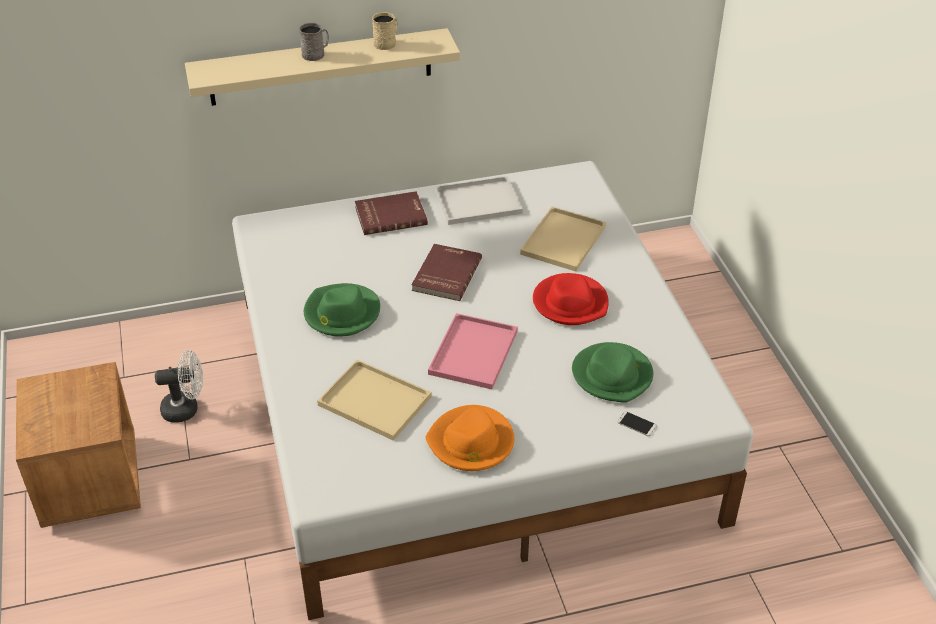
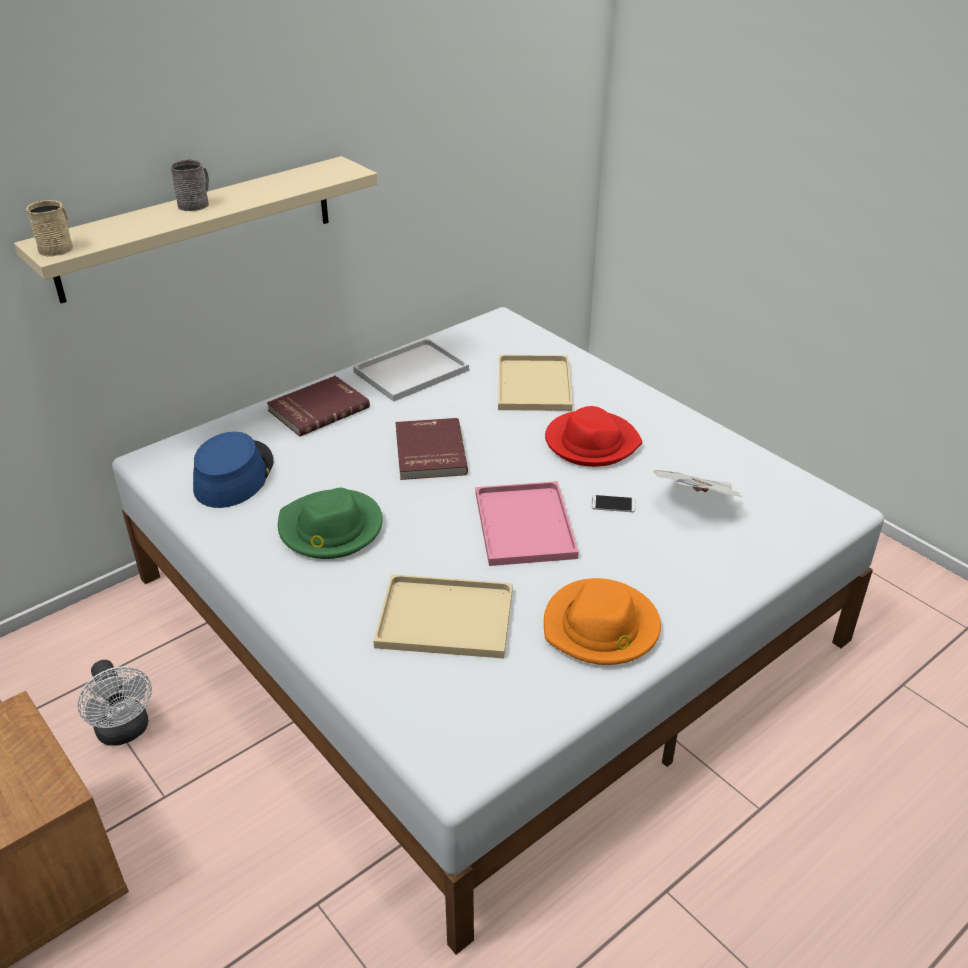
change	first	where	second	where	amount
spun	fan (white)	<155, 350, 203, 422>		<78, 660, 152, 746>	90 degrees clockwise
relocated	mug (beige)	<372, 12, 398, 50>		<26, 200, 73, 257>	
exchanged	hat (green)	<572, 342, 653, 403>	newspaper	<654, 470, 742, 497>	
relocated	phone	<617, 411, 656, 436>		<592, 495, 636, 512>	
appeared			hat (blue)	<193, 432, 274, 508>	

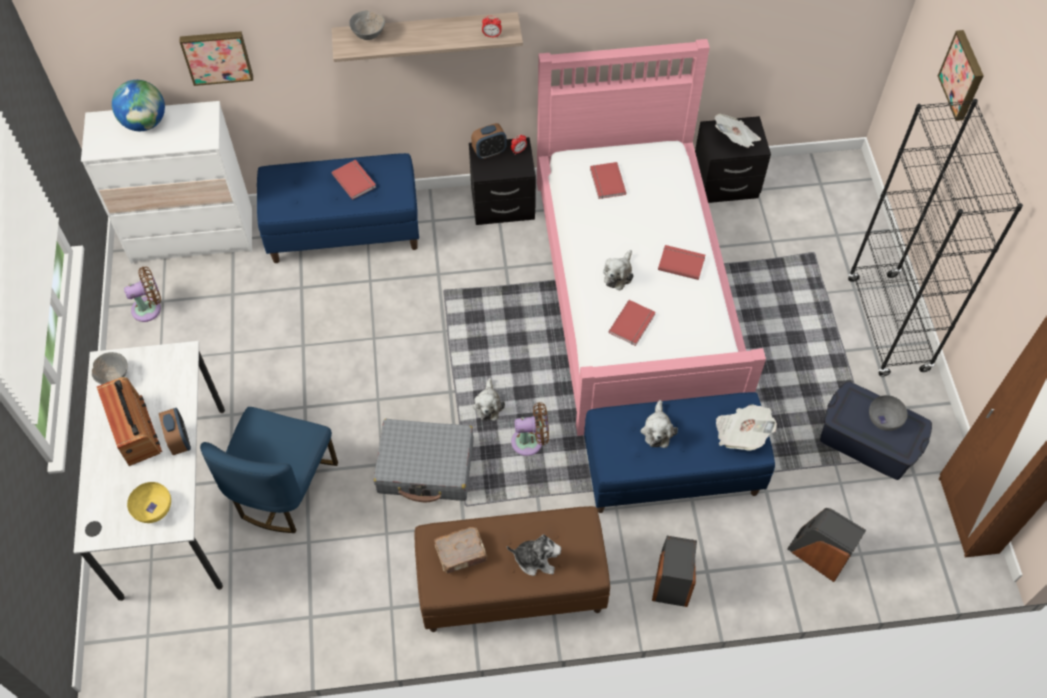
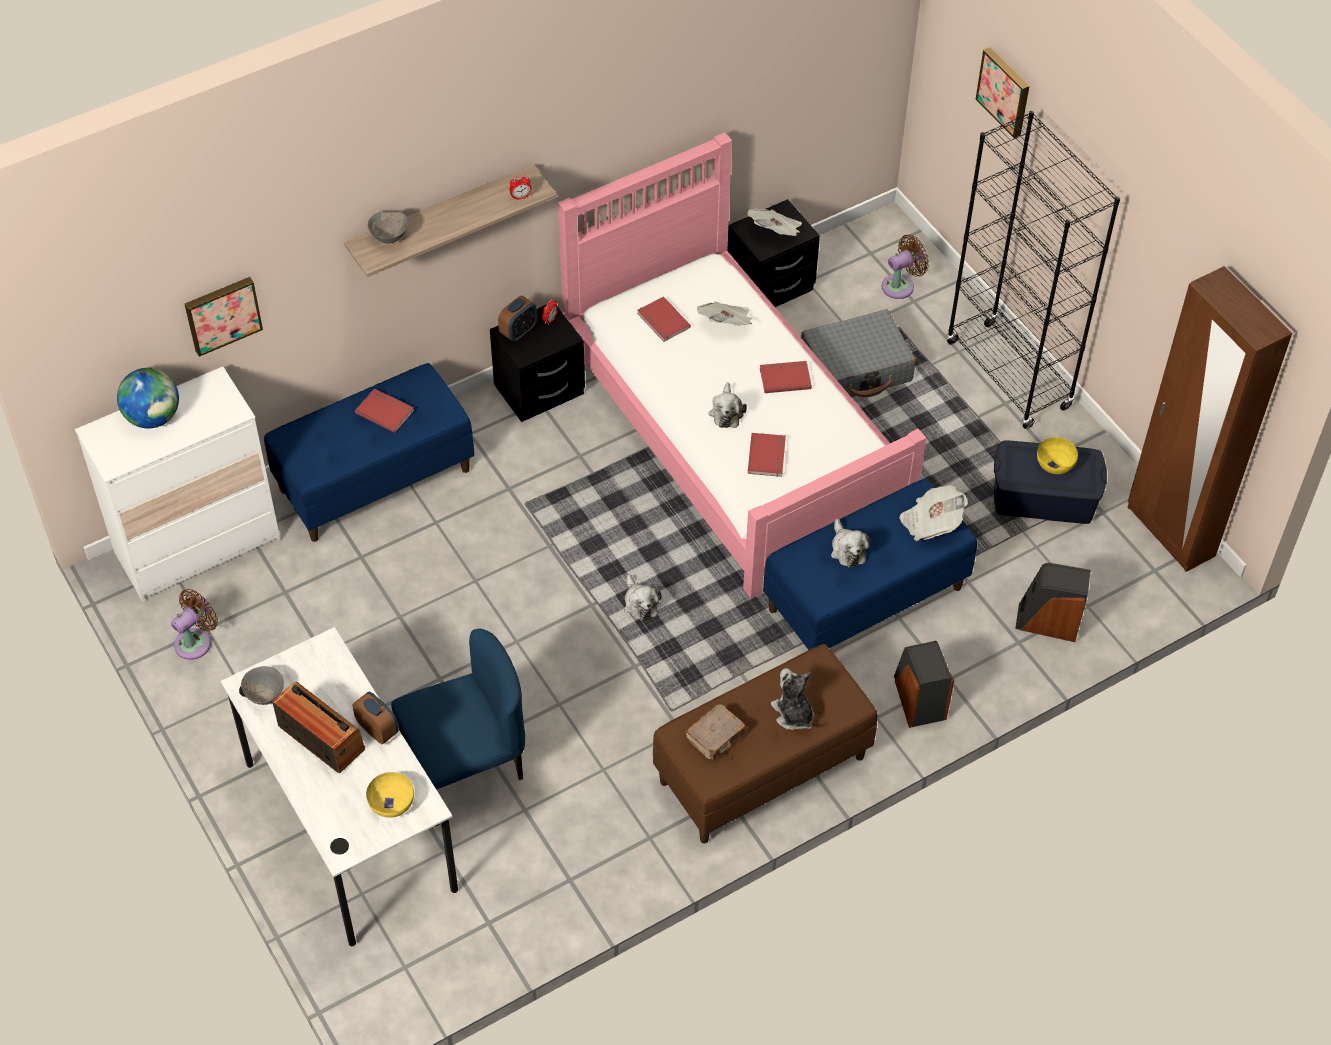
change	first	where	second	where	amount
spun	chair (blue)	<200, 407, 338, 533>		<391, 629, 525, 826>	105 degrees counterclockwise
relocated	suitcase (grey)	<374, 419, 474, 502>		<801, 309, 915, 397>	
spun	plush toy	<507, 534, 561, 576>		<771, 668, 814, 730>	105 degrees counterclockwise
relocated	fan (brown)	<511, 402, 549, 456>		<882, 235, 929, 299>	
colour	bowl (grey)	<869, 395, 908, 431>	bowl (yellow)	<1037, 437, 1078, 474>	
appeared			newspaper	<697, 301, 752, 326>	

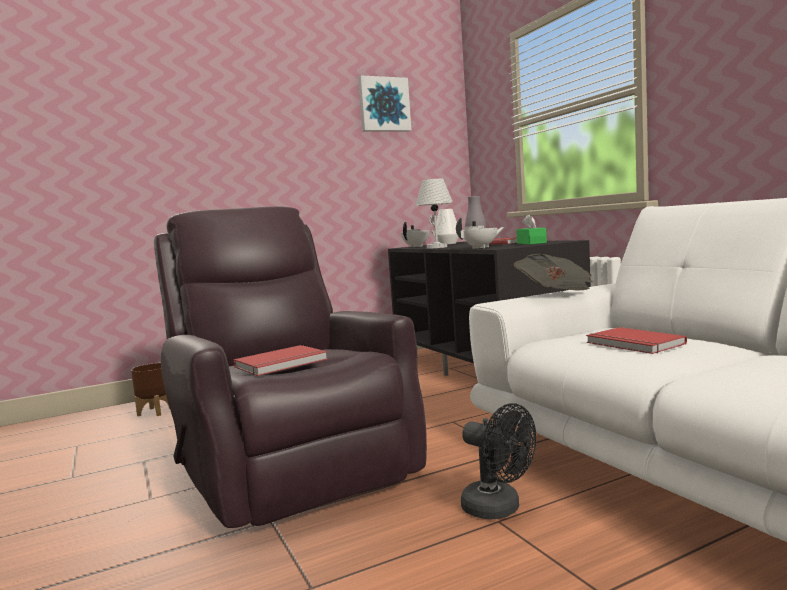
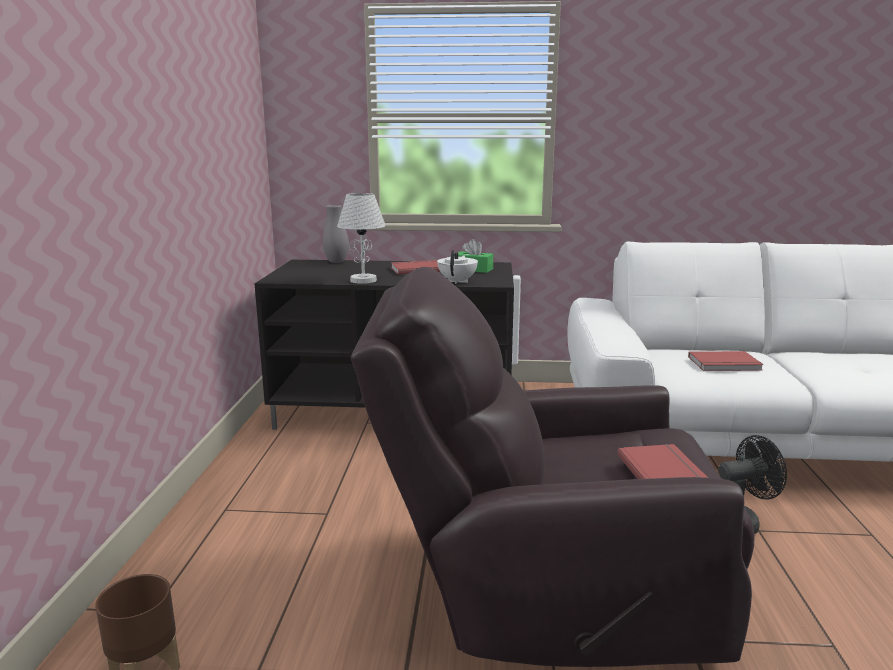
change	first	where	second	where	amount
missing	picture	<358, 76, 411, 132>			
missing	teapot (white)	<401, 222, 429, 247>			
missing	vase (white)	<434, 209, 459, 244>			
missing	newspaper	<514, 254, 593, 290>			

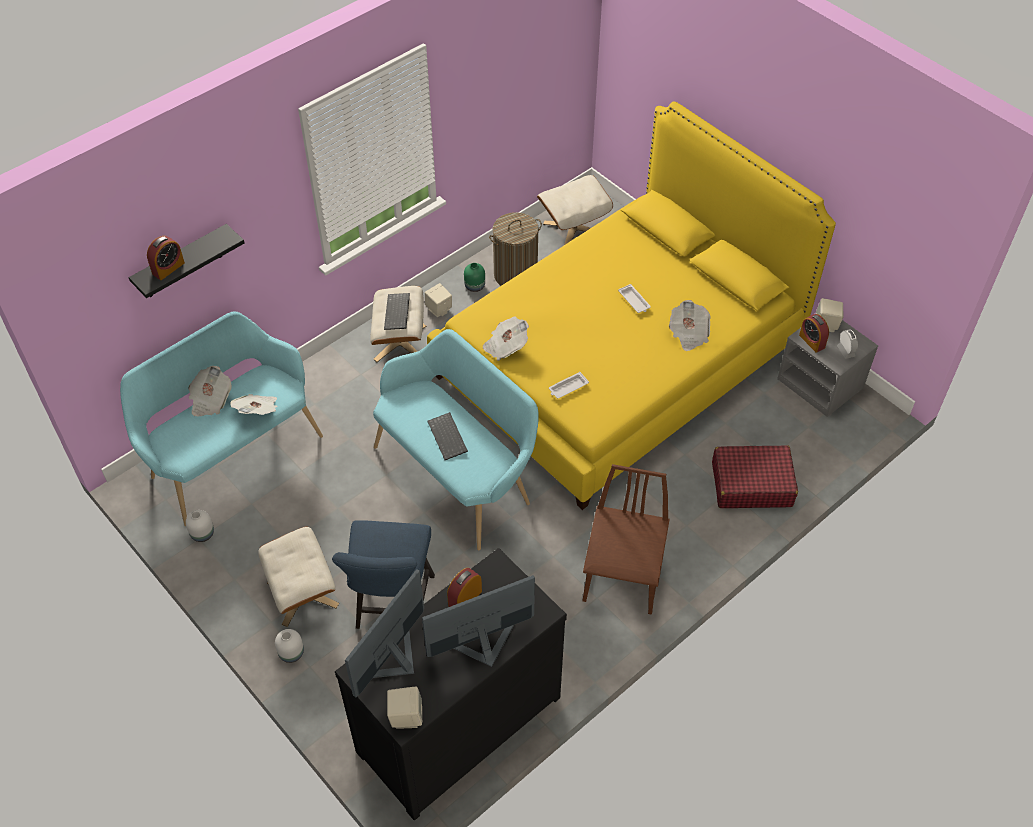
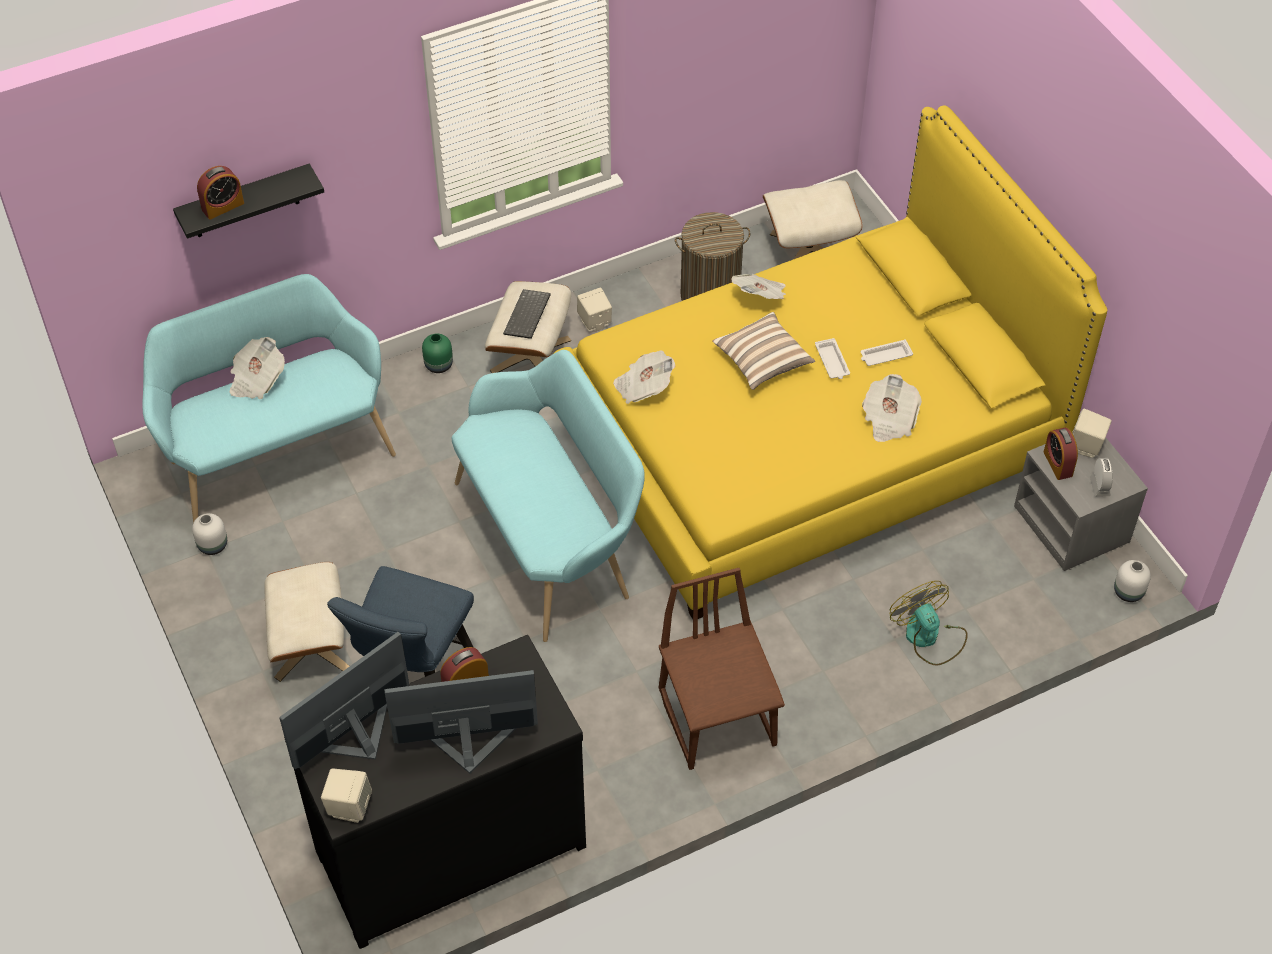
change	first	where	second	where	amount
relocated	newspaper	<230, 394, 278, 415>		<732, 274, 786, 299>	
relocated	vase (white)	<275, 629, 304, 663>		<1114, 560, 1151, 602>	
missing	keyboard	<427, 412, 468, 460>			
relocated	vase (green)	<464, 263, 485, 292>		<422, 334, 453, 373>	
relocated	tray (white)	<549, 372, 589, 399>		<861, 339, 913, 366>	
spun	chair (brown)	<582, 464, 670, 615>		<659, 568, 785, 770>	45 degrees counterclockwise
exchanged	suitcase (red)	<712, 445, 798, 508>	fan	<890, 581, 968, 666>	
appeared			pillow	<712, 312, 815, 390>	

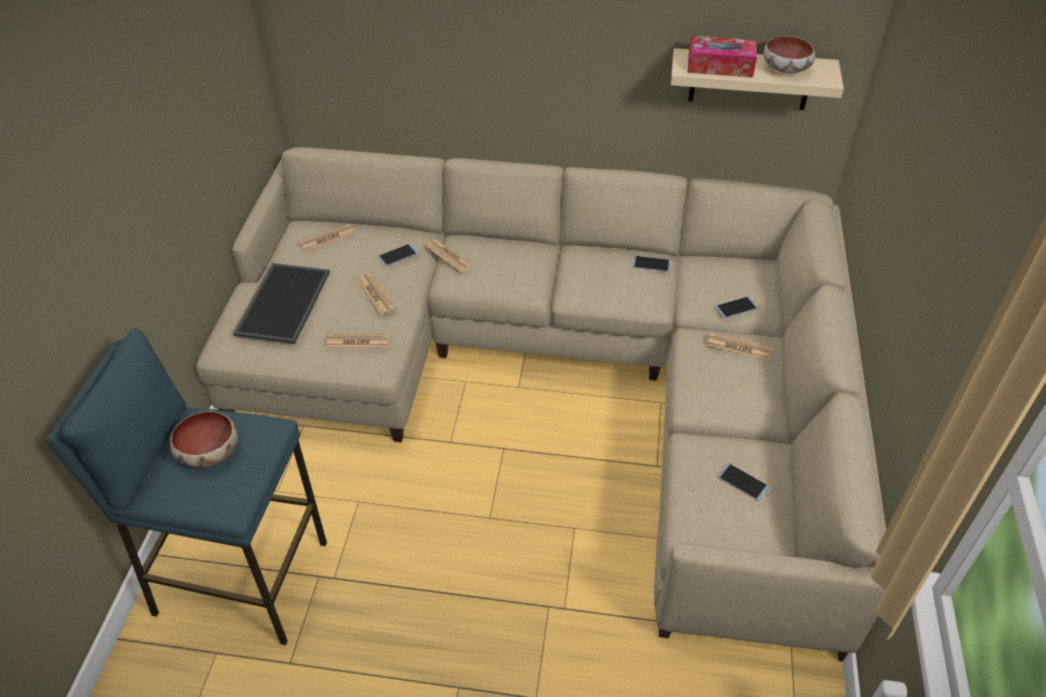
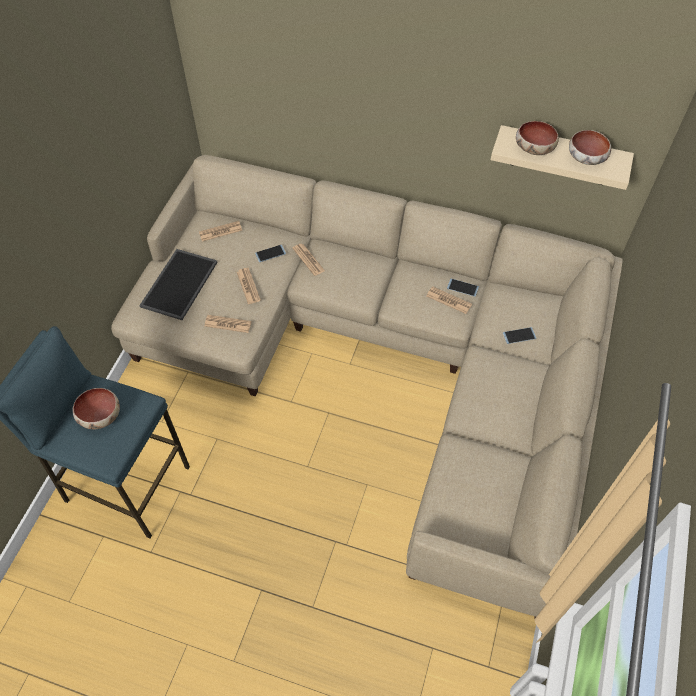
change	first	where	second	where	amount
exchanged	tissue box	<688, 36, 757, 77>	bowl	<516, 121, 559, 155>	
relocated	newspaper	<707, 332, 772, 361>		<427, 286, 472, 314>	
missing	phone	<717, 463, 769, 501>			

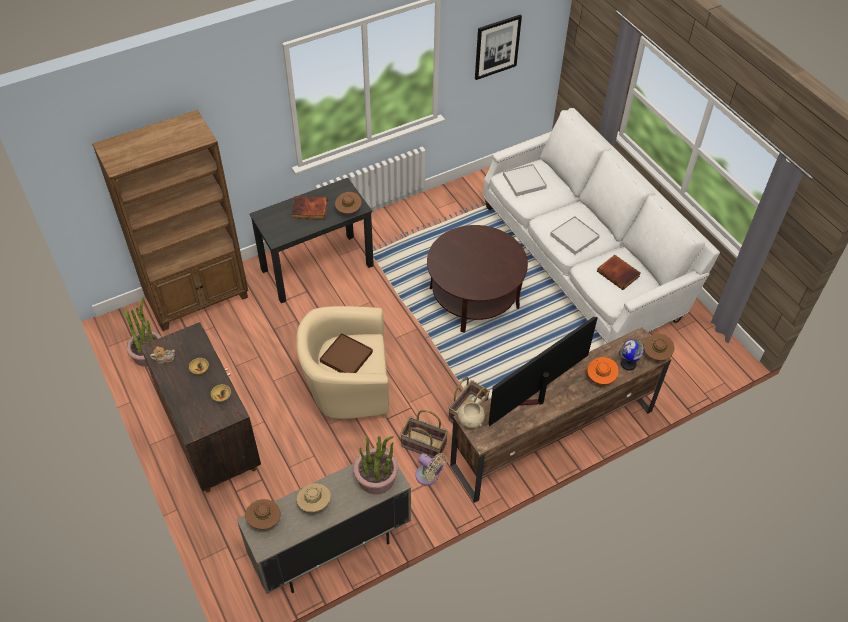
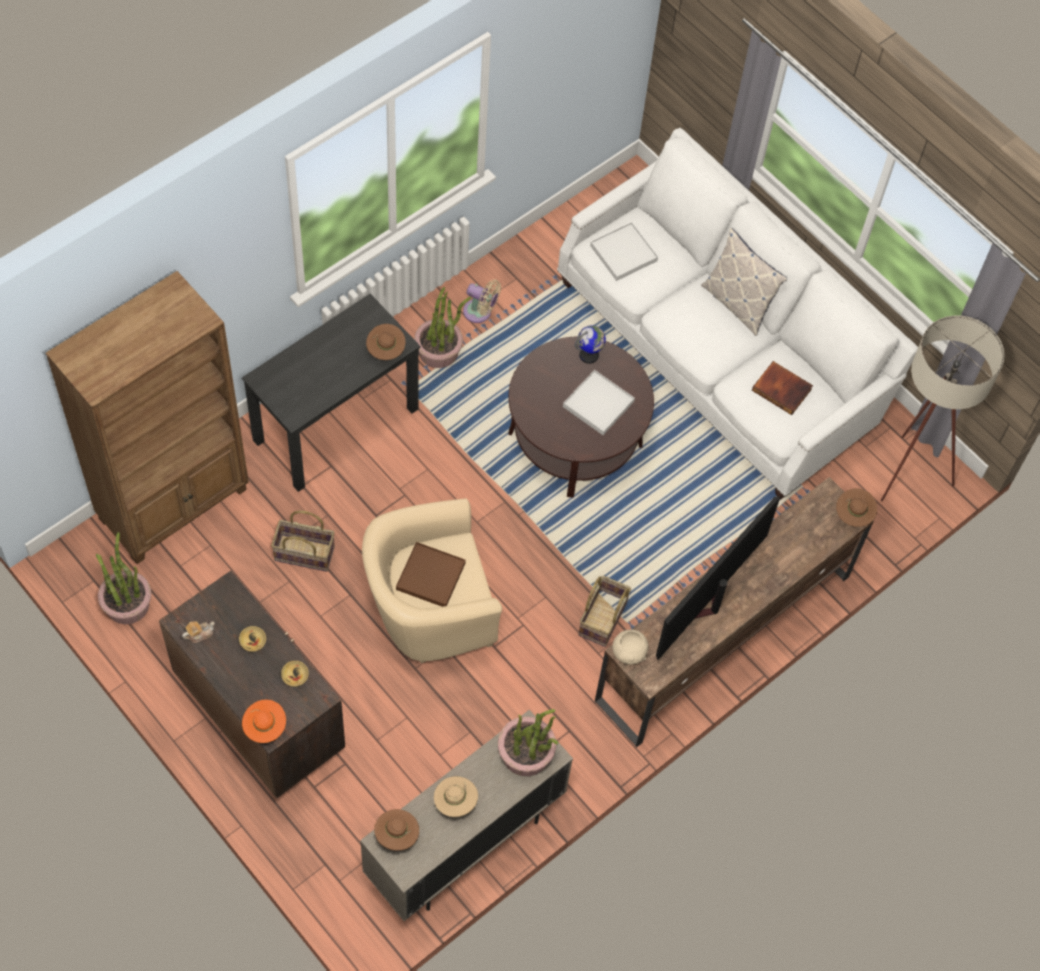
change	first	where	second	where	amount
missing	book	<291, 196, 327, 220>			
relocated	basket	<400, 410, 448, 460>		<271, 510, 335, 572>	
relocated	fan (beige)	<415, 453, 447, 486>		<463, 280, 501, 323>	
missing	picture	<475, 15, 522, 80>			
relocated	tray (white)	<550, 216, 600, 255>		<563, 370, 635, 435>	
relocated	hat (orange)	<587, 357, 619, 384>		<242, 700, 286, 743>	
relocated	globe	<619, 339, 644, 371>		<574, 325, 606, 364>	
appeared			potted plant	<414, 287, 471, 368>	
appeared			pillow	<701, 228, 787, 336>	
appeared			floor lamp (beige)	<881, 316, 1005, 501>	

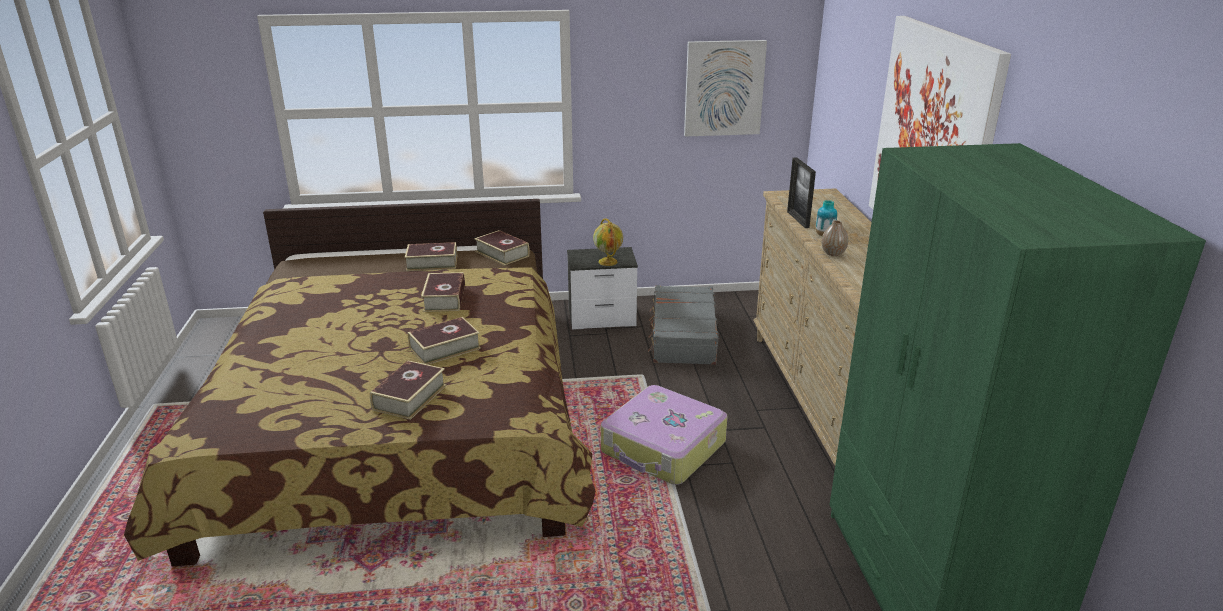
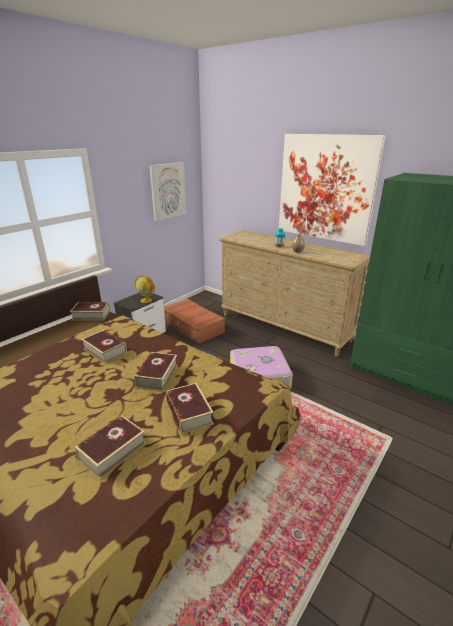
change	first	where	second	where	amount
relocated	book	<405, 242, 457, 271>		<75, 415, 146, 479>	
colour	suitcase (grey)	<648, 285, 719, 365>	suitcase (brown)	<164, 298, 225, 344>	
missing	picture frame	<787, 157, 816, 228>			

